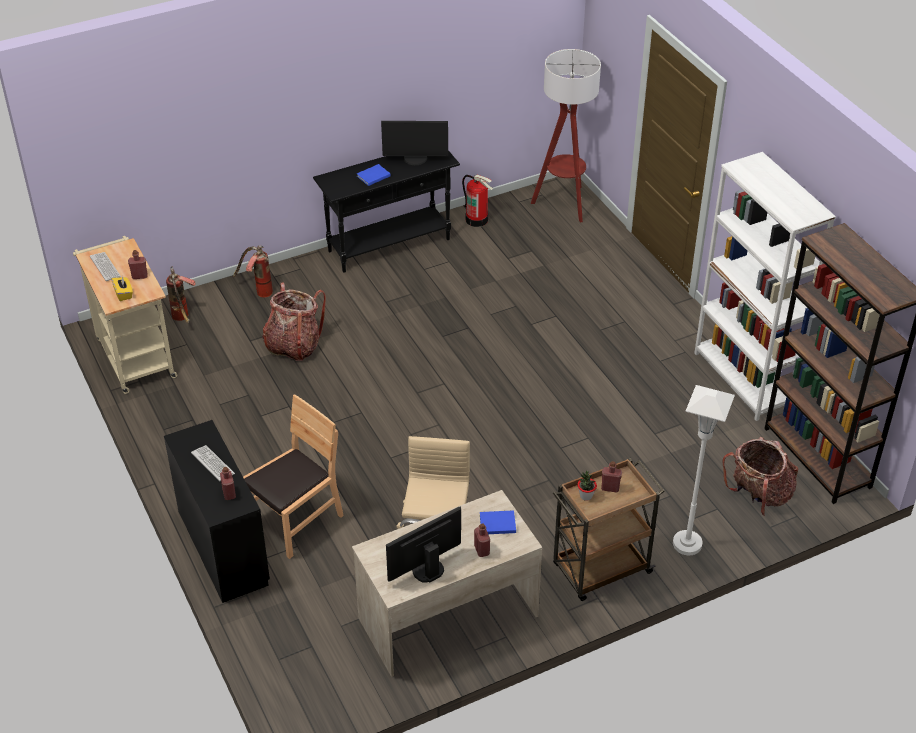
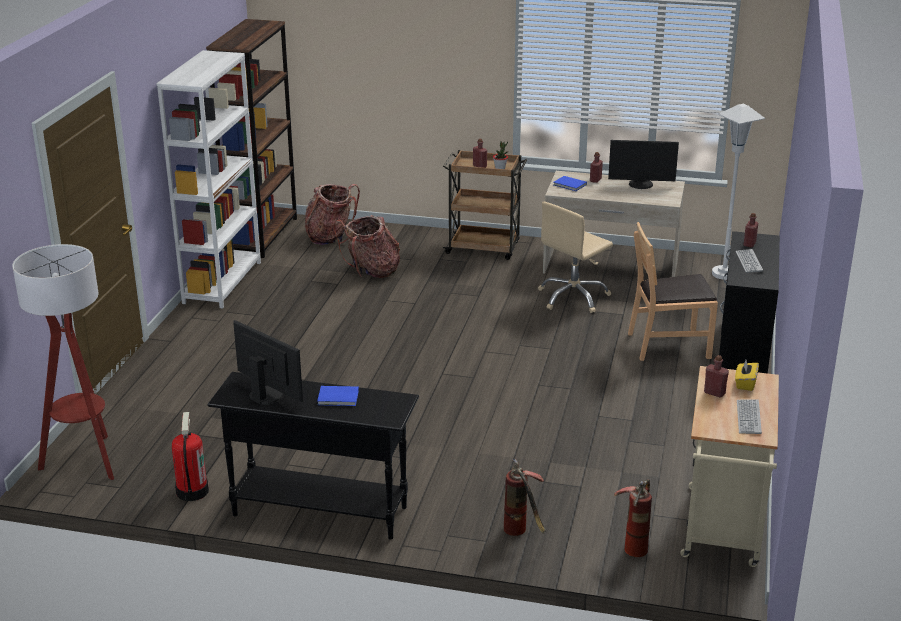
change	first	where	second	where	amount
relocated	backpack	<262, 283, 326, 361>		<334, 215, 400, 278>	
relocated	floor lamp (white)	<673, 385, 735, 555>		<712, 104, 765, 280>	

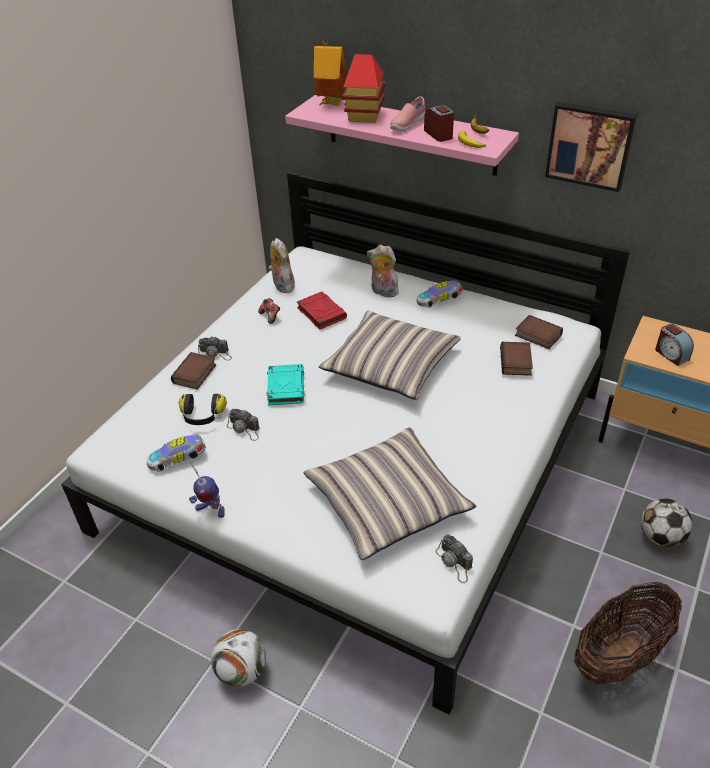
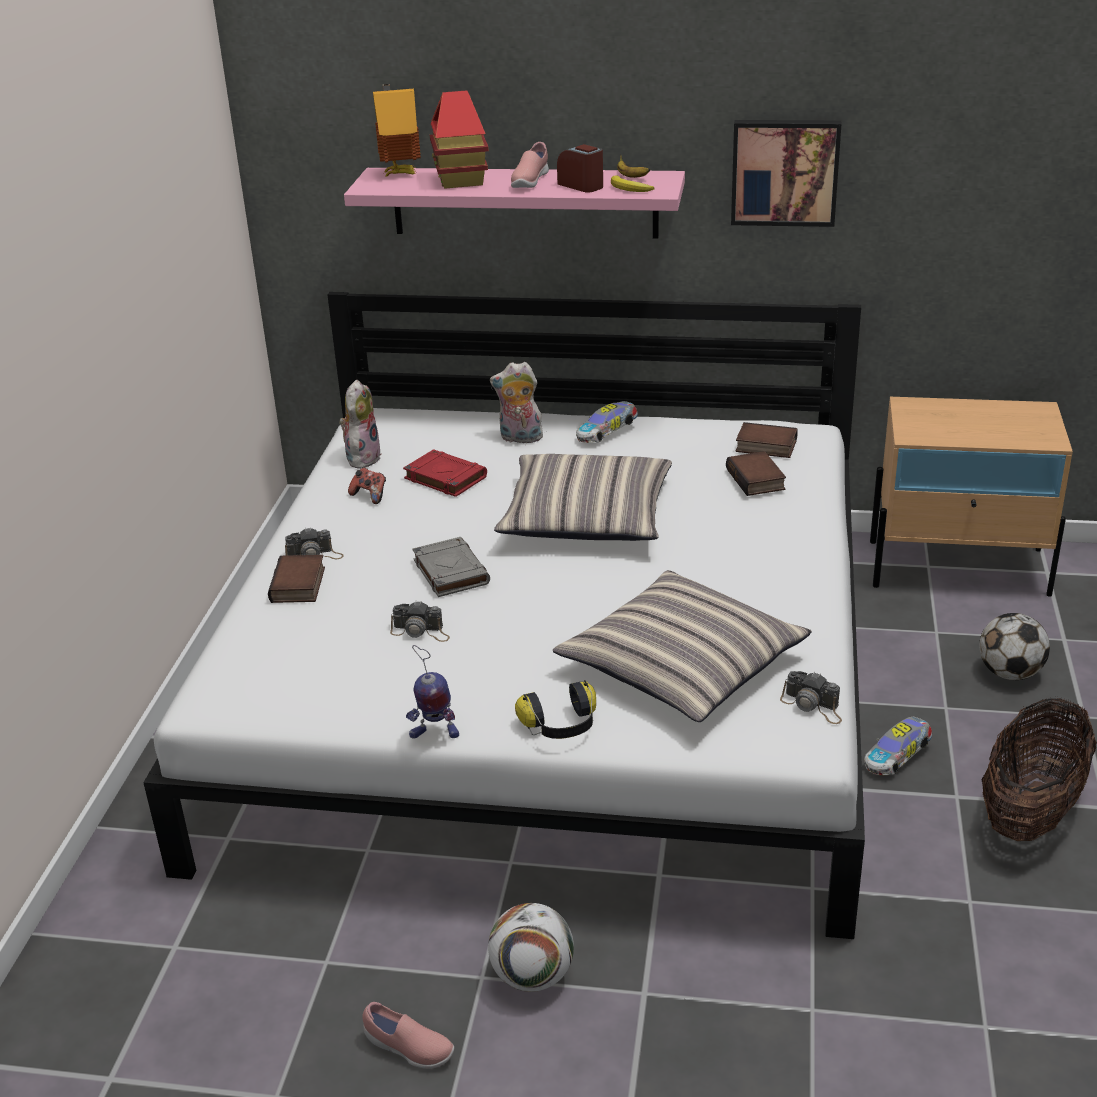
change	first	where	second	where	amount
relocated	toy car	<147, 434, 206, 472>		<864, 717, 932, 775>	
relocated	headphones	<179, 394, 227, 425>		<515, 680, 596, 739>	
colour	book (turquoise)	<267, 364, 305, 405>	book (grey)	<413, 537, 490, 597>	
spun	plush toy	<268, 238, 295, 293>		<339, 380, 382, 469>	60 degrees clockwise
missing	alarm clock	<655, 324, 694, 366>			
appeared			shoe (pink)	<362, 1002, 454, 1069>	

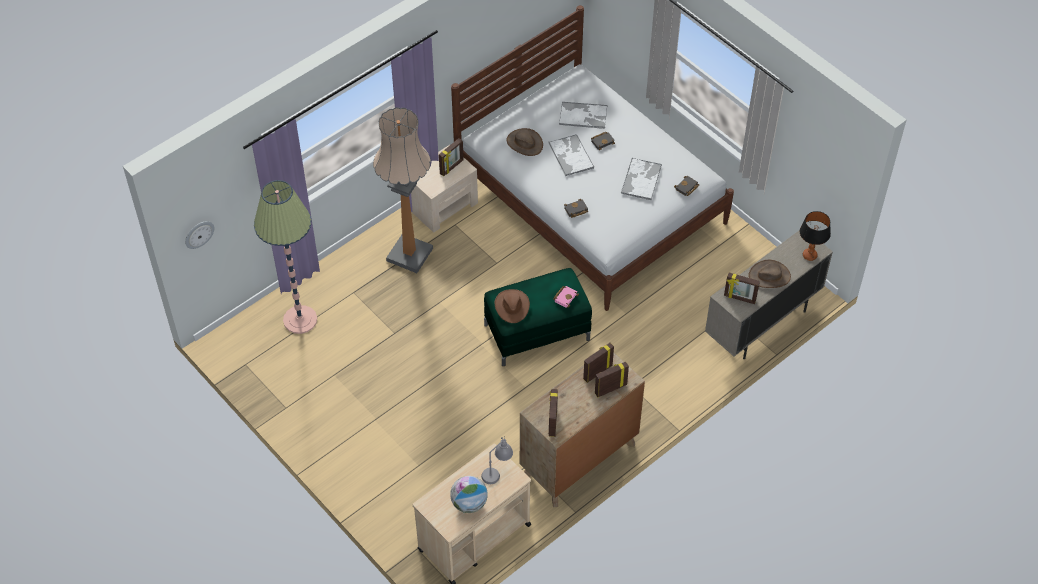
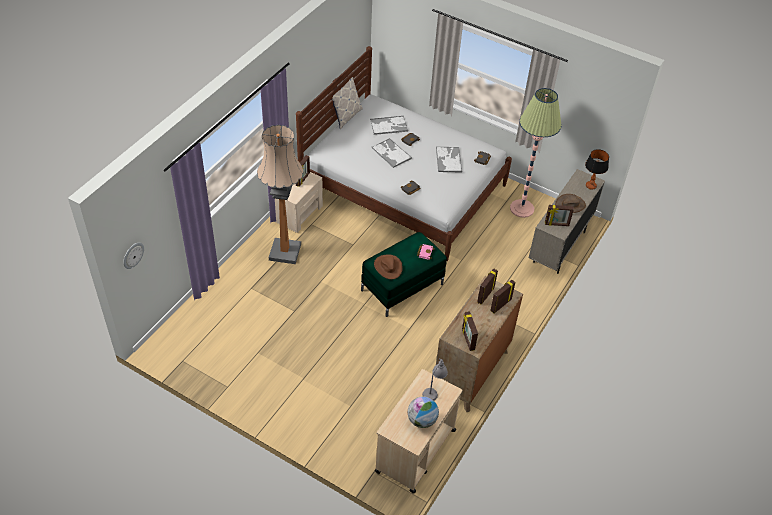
change	first	where	second	where	amount
relocated	floor lamp	<254, 180, 317, 334>		<510, 88, 562, 218>	
missing	hat (brown)	<506, 128, 543, 156>			
appeared			pillow	<332, 77, 363, 129>	

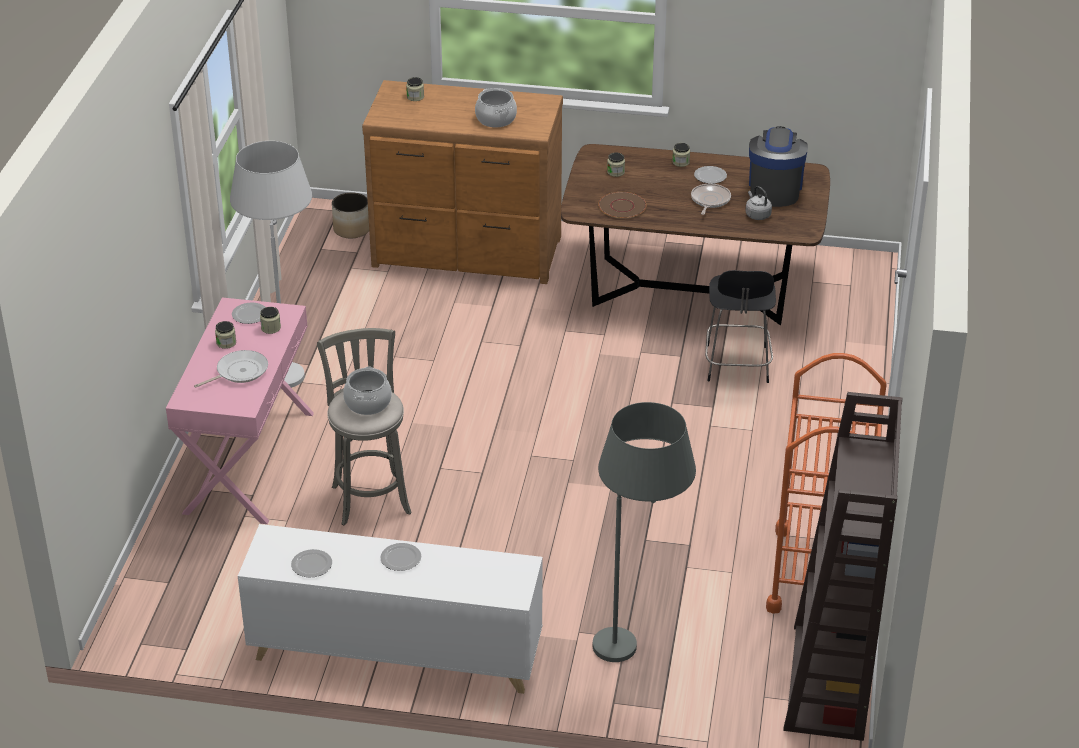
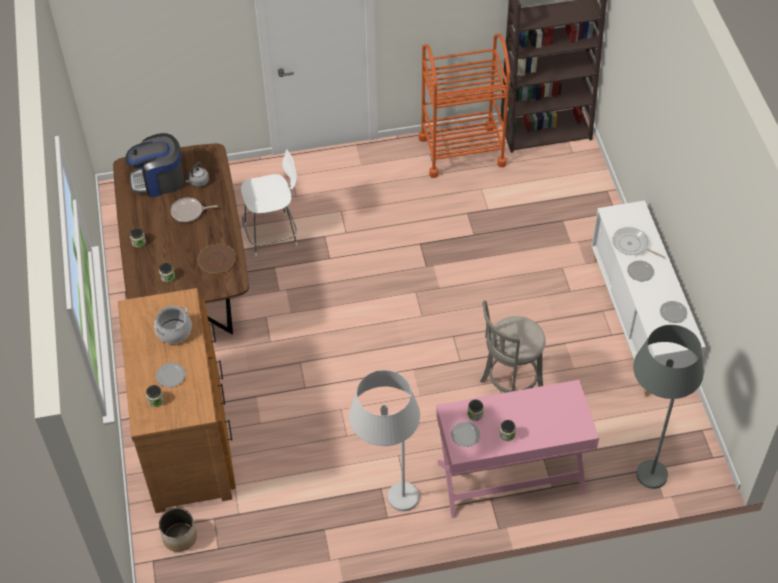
change	first	where	second	where	amount
relocated	frying pan	<194, 350, 268, 388>		<612, 227, 665, 258>	
missing	cooking pot	<343, 367, 392, 415>			
relocated	floor lamp (grey)	<593, 402, 696, 662>		<633, 325, 704, 489>	
relocated	plate	<694, 166, 727, 184>		<156, 363, 186, 387>	
colour	chair (black)	<705, 270, 776, 383>	chair (white)	<241, 149, 298, 257>	

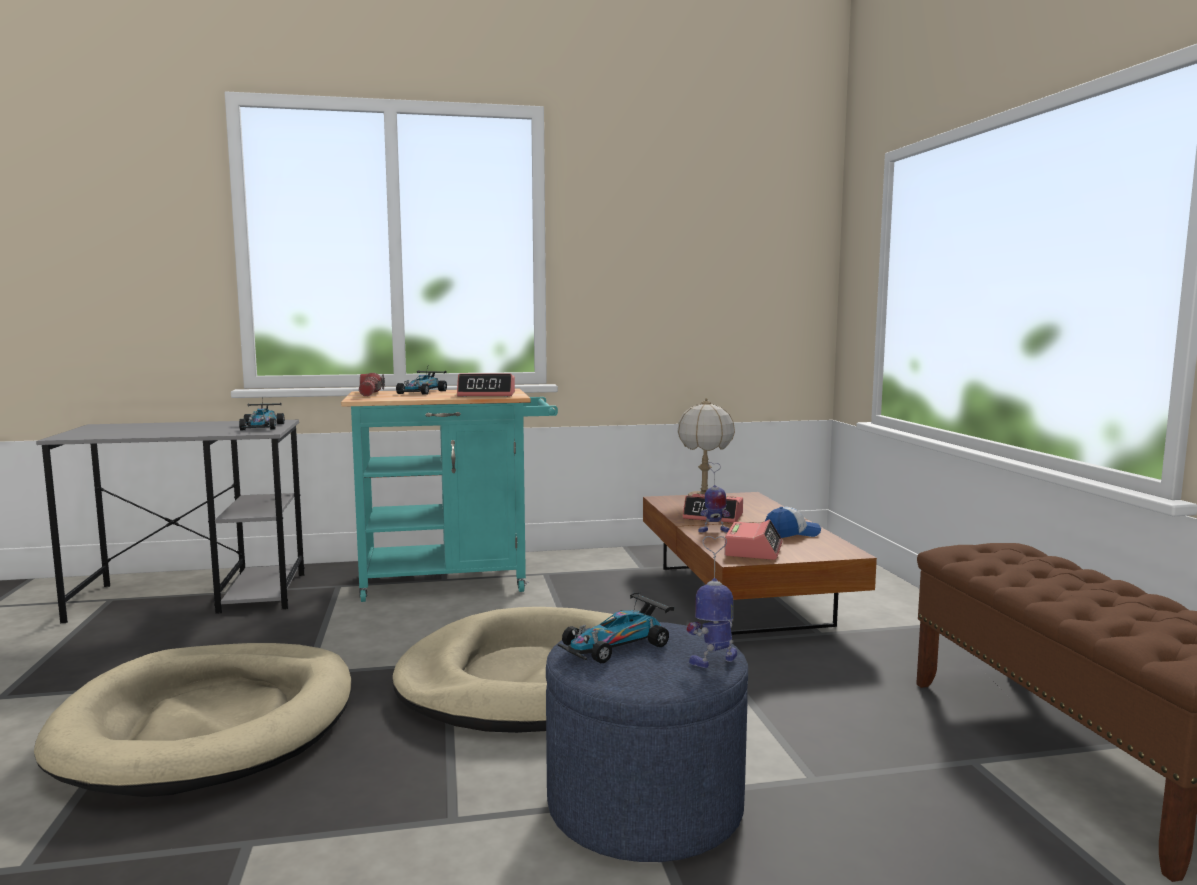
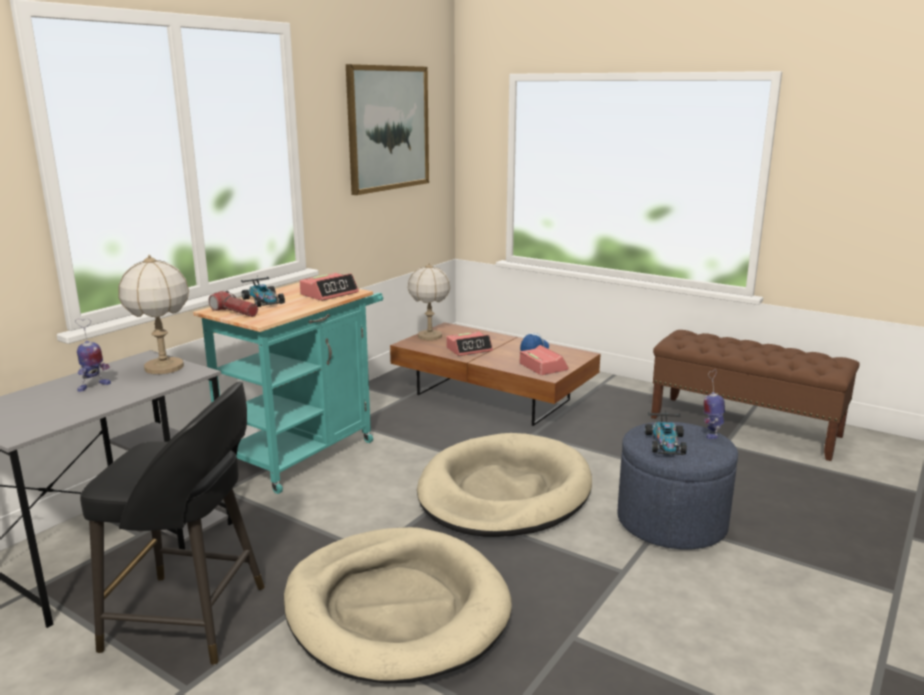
change	first	where	second	where	amount
exchanged	toy car	<239, 399, 285, 430>	table lamp	<118, 255, 189, 374>	
relocated	toy robot	<698, 462, 730, 533>		<75, 318, 111, 392>	
appeared			stool (black)	<80, 381, 265, 665>	
appeared			picture	<346, 64, 429, 195>	

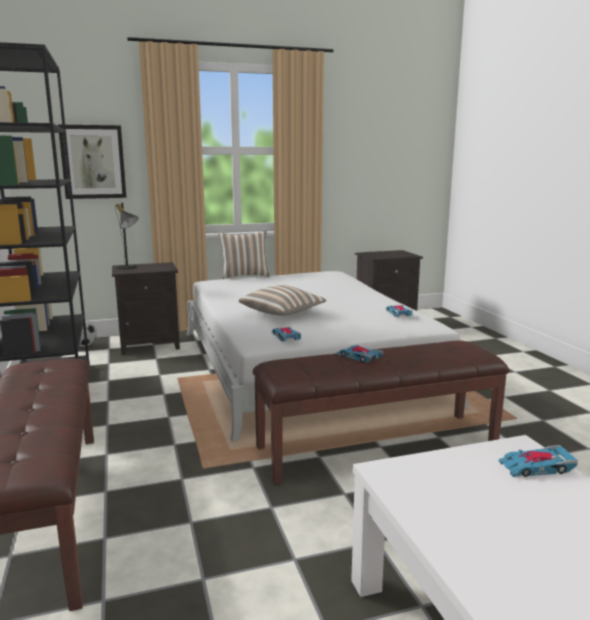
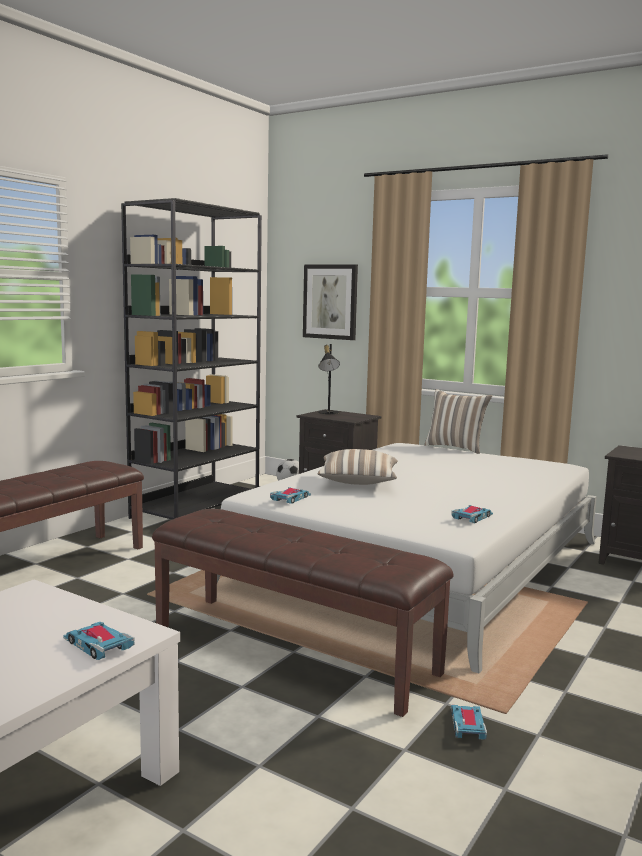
change	first	where	second	where	amount
relocated	toy car	<337, 345, 383, 363>		<451, 705, 487, 740>	

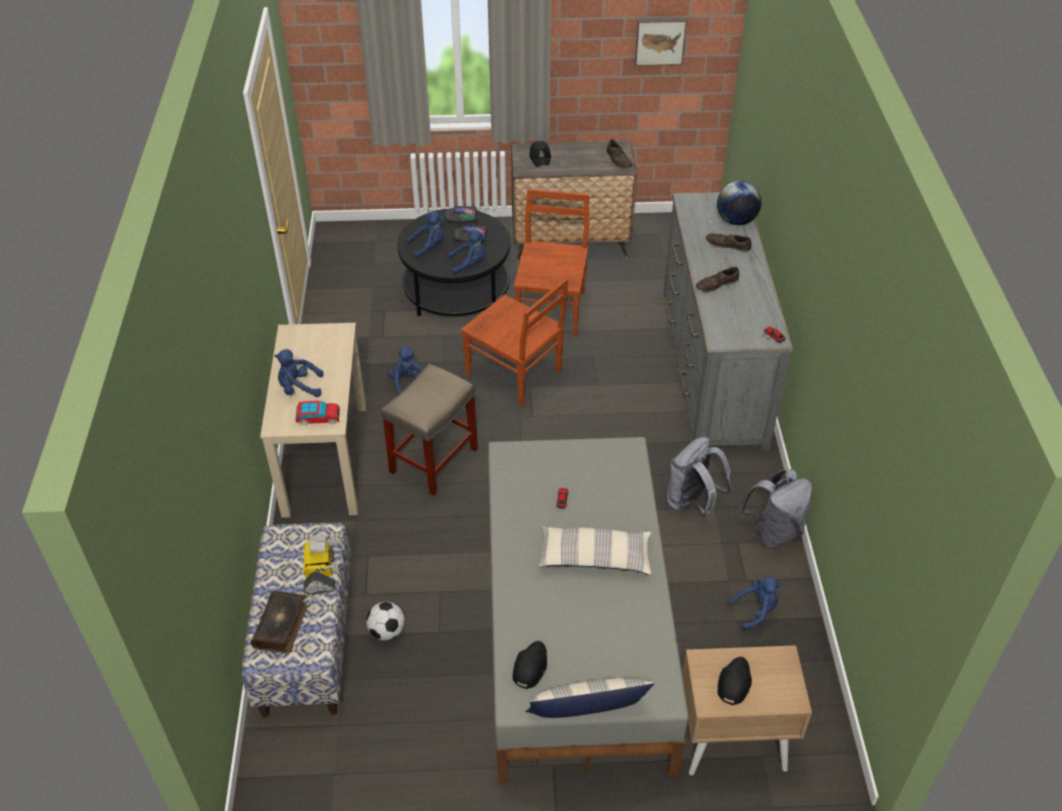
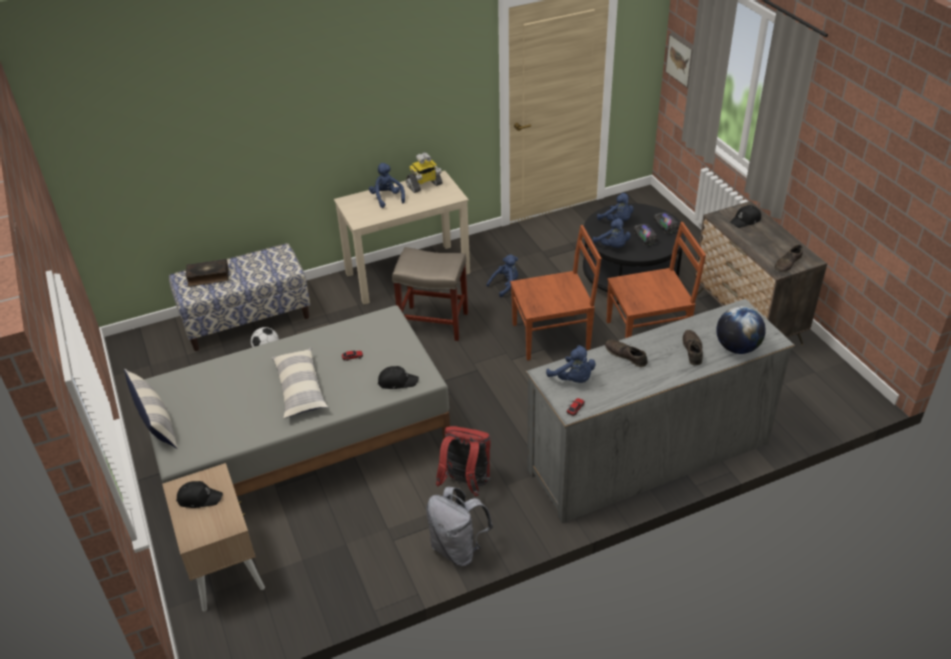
change	first	where	second	where	amount
missing	toy car	<295, 401, 340, 425>			
relocated	toy robot	<304, 535, 338, 594>		<406, 153, 443, 193>	
spun	chair (brown)	<461, 278, 568, 406>		<510, 225, 601, 360>	120 degrees counterclockwise
relocated	cap (black)	<512, 641, 547, 689>		<378, 366, 419, 389>	
relocated	picture	<635, 18, 687, 66>		<665, 33, 693, 88>	
colour	backpack (grey)	<667, 437, 733, 517>	backpack (red)	<436, 426, 490, 496>	
relocated	plush toy (blue)	<729, 577, 782, 630>		<546, 345, 596, 383>	

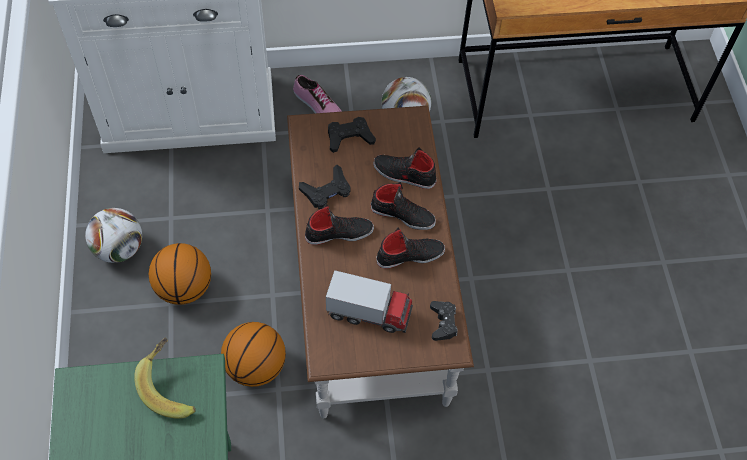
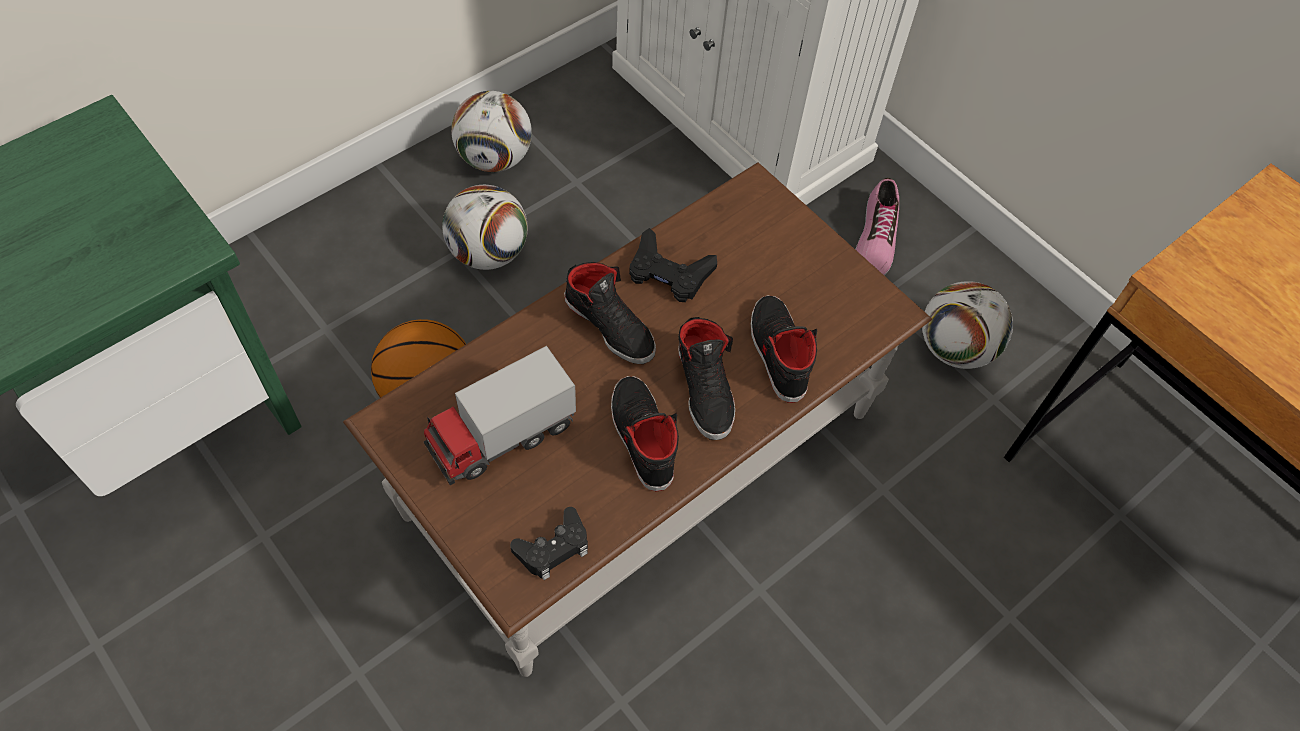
change	first	where	second	where	amount
missing	banana	<134, 338, 196, 419>			
exchanged	basketball	<149, 243, 211, 305>	football	<442, 185, 528, 270>	
spun	toy truck	<326, 270, 413, 333>		<424, 346, 576, 485>	75 degrees clockwise
missing	game controller (black)	<328, 117, 376, 153>			
spun	shoe (black)	<376, 227, 445, 269>		<611, 376, 679, 491>	150 degrees counterclockwise

